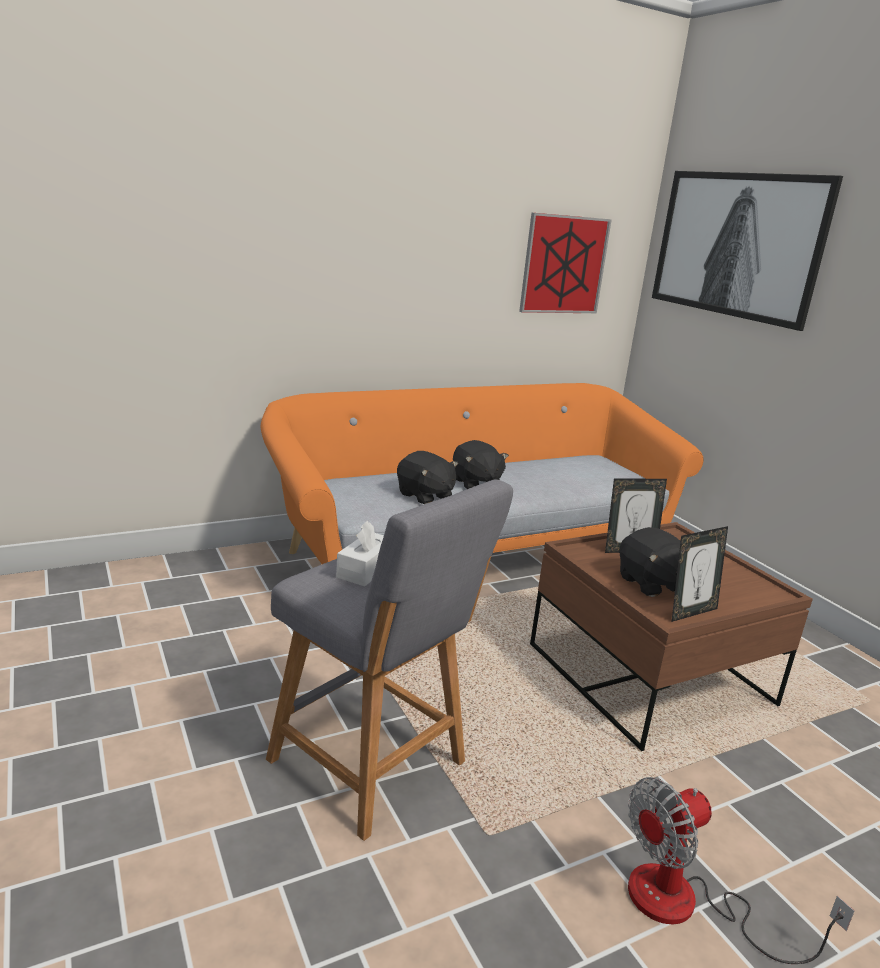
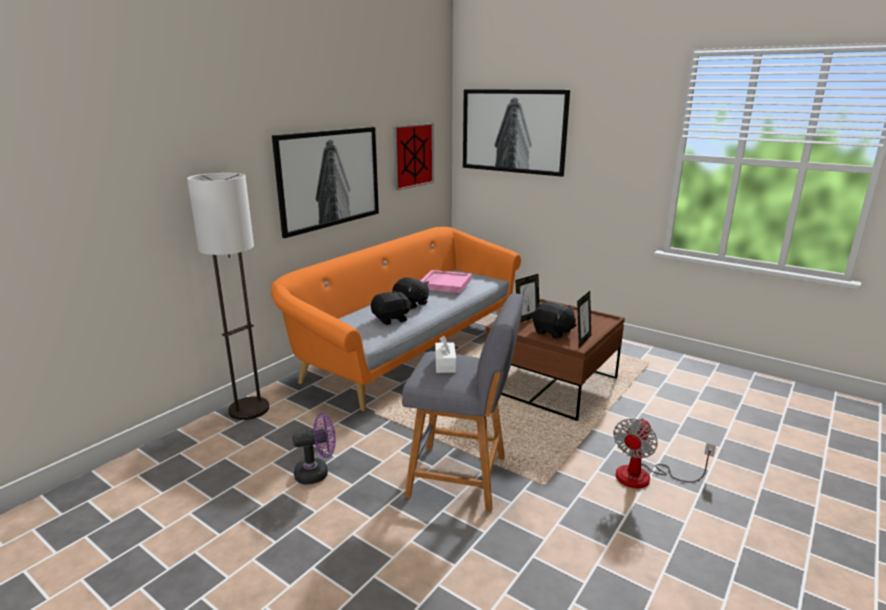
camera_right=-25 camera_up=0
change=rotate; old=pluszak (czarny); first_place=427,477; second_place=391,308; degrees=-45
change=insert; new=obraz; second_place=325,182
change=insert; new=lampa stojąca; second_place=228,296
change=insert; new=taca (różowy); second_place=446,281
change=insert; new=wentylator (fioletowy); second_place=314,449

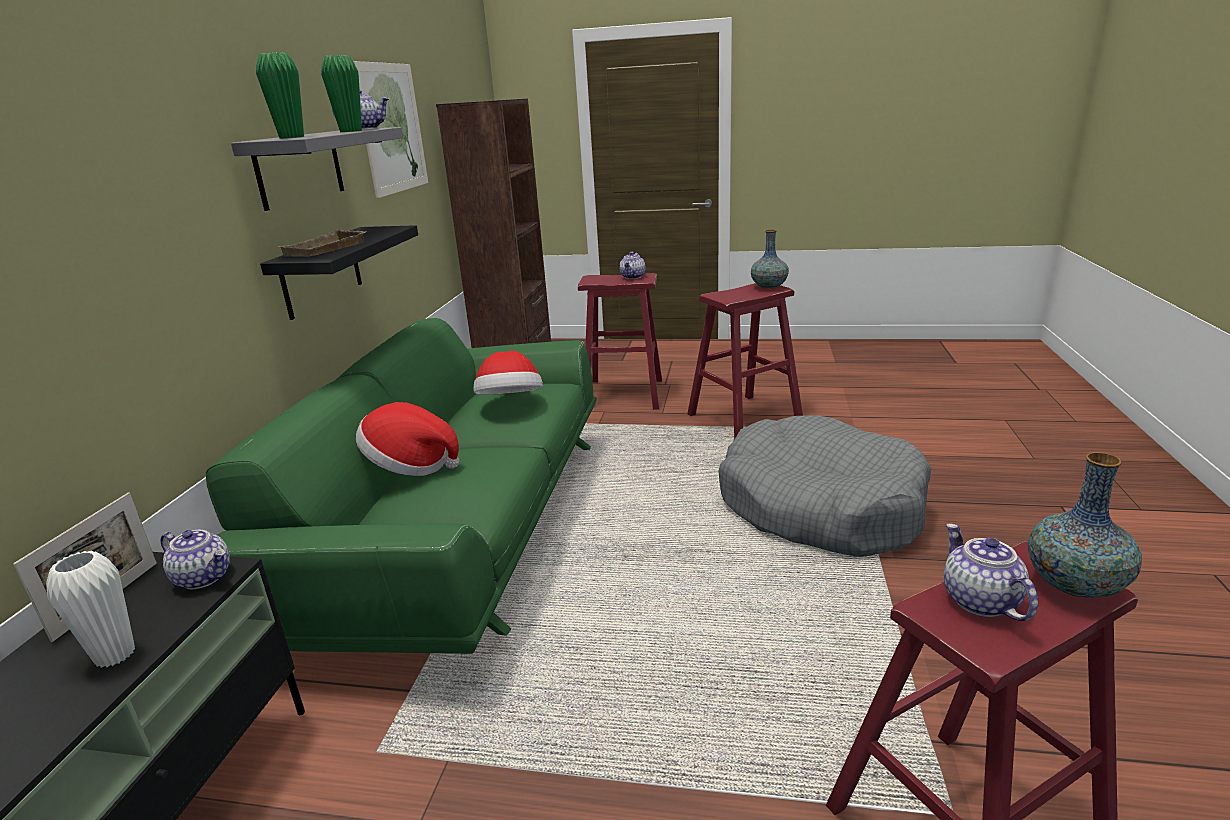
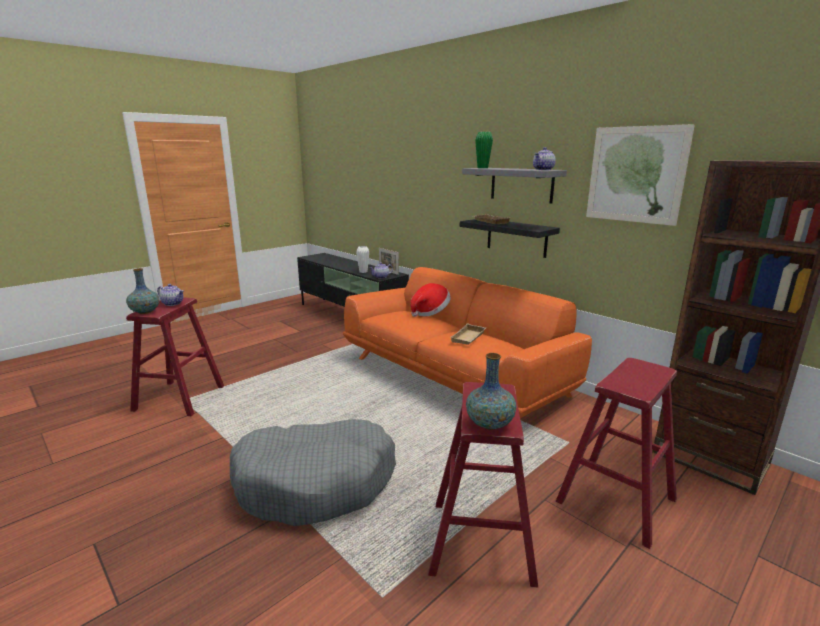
camera_right=125 camera_up=-5
change=delete; old=wazon (zielony); first_place=341,93
change=delete; old=imbryk; first_place=632,265
change=recolor; old=kanapa (zielony); new=kanapa (pomarańczowy); first_place=401,486; second_place=467,342
change=replace; old=kapelusz; new=taca (beżowy); first_place=508,373; second_place=468,334

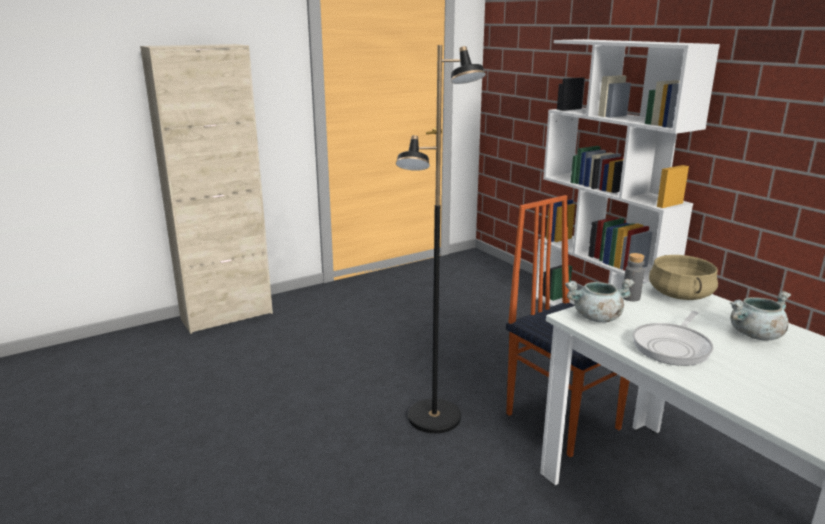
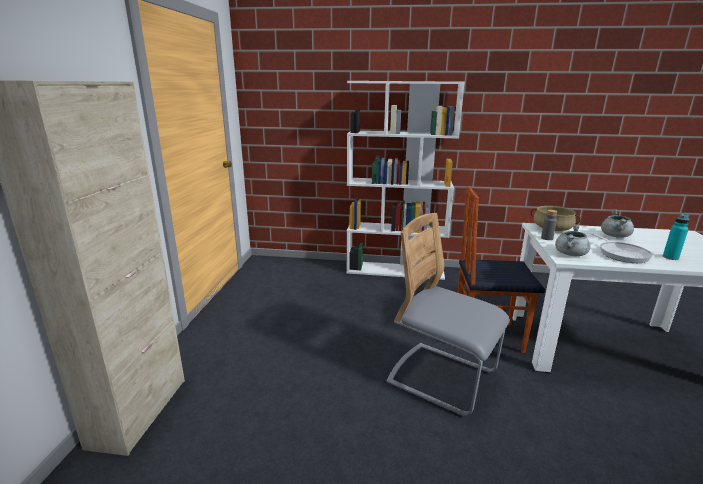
camera_right=-50 camera_up=0
change=replace; old=lampa stojąca (czarny); new=krzesło (szary); first_place=441,239; second_place=448,314
change=insert; new=butelka (turkusowy); second_place=676,237

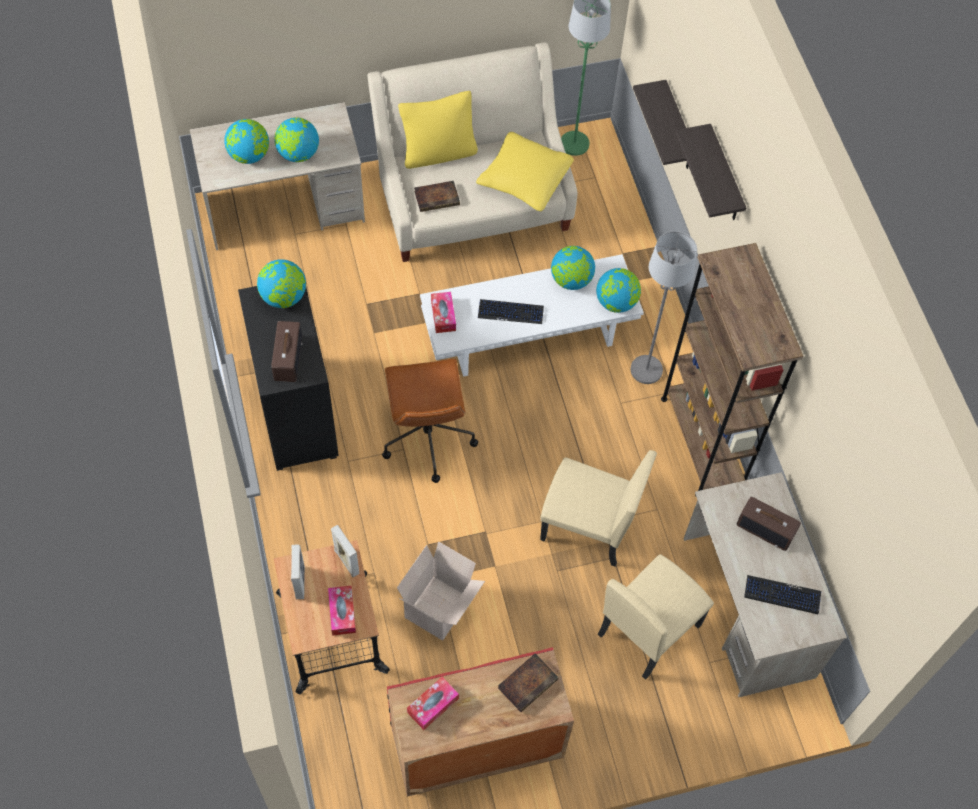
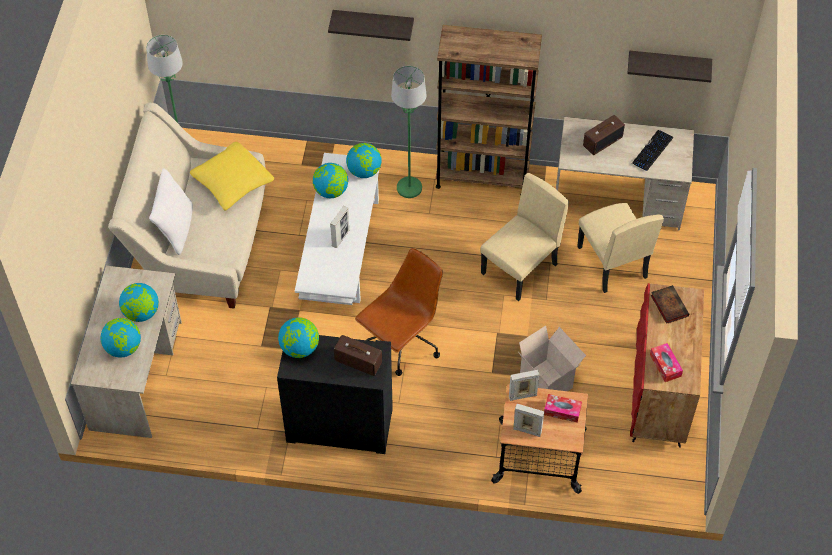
camera_right=-65 camera_up=-5
change=move; old=półka; first_place=661,124; second_place=669,66
change=recolor; old=poduszka (żółty); new=poduszka (biały); first_place=438,130; second_place=171,211
change=delete; old=książka; first_place=437,196
change=recolor; old=lampa stojąca (szary); new=lampa stojąca (zielony); first_place=664,307; second_place=408,132
change=delete; old=pudełko chusteczek; first_place=443,312
change=replace; old=klawiatura; new=ramka na zdjęcie; first_place=511,311; second_place=339,227
change=rotate; old=krzesło biurowe (brązowy); first_place=430,421; second_place=399,312; degrees=-60

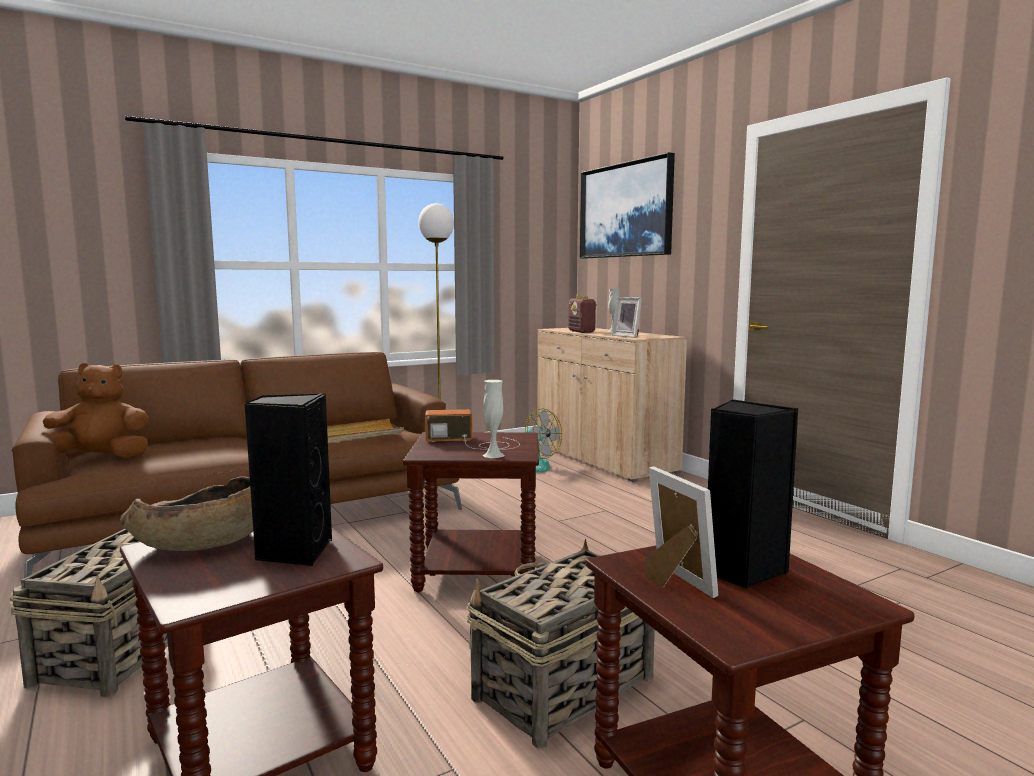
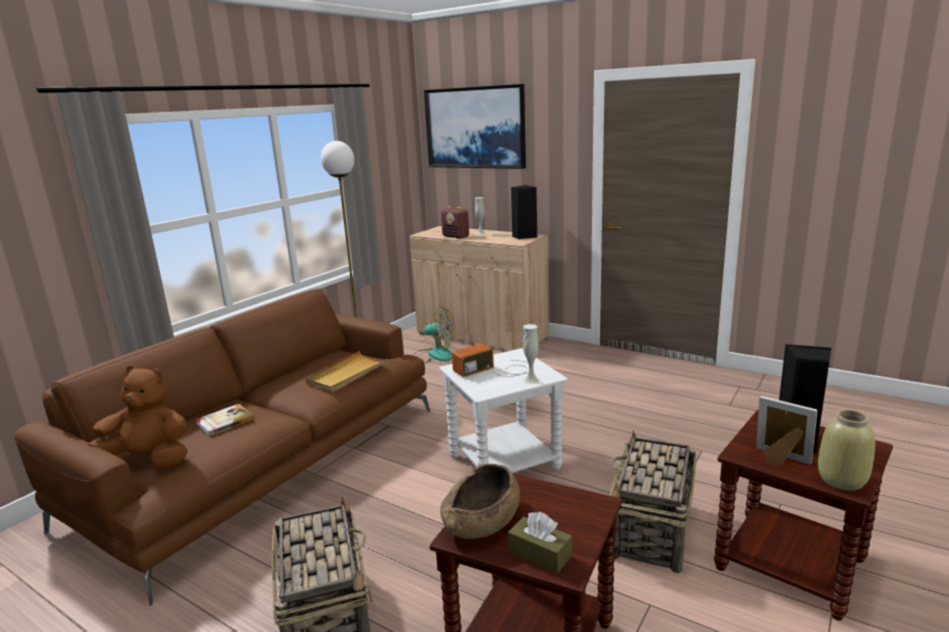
camera_right=-25 camera_up=10
change=delete; old=ramka na zdjęcie; first_place=627,317
change=rotate; old=pluszak (brązowy); first_place=94,410; second_place=138,416; degrees=45
change=move; old=głośnik (czarny); first_place=288,480; second_place=524,212
change=recolor; old=stolik (brązowy); new=stolik (biały); first_place=471,512; second_place=503,410
change=insert; new=książka; second_place=225,420
change=insert; new=wazon (beżowy); second_place=846,450
change=insert; new=pudełko chusteczek (brązowy); second_place=540,543

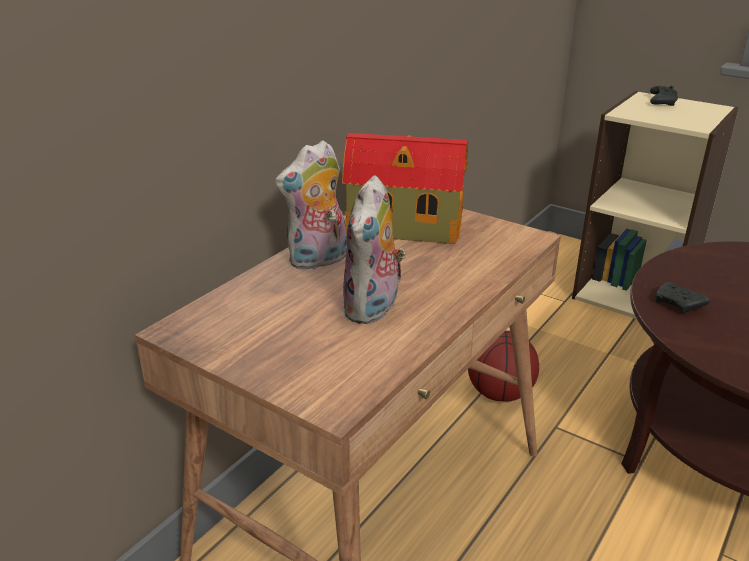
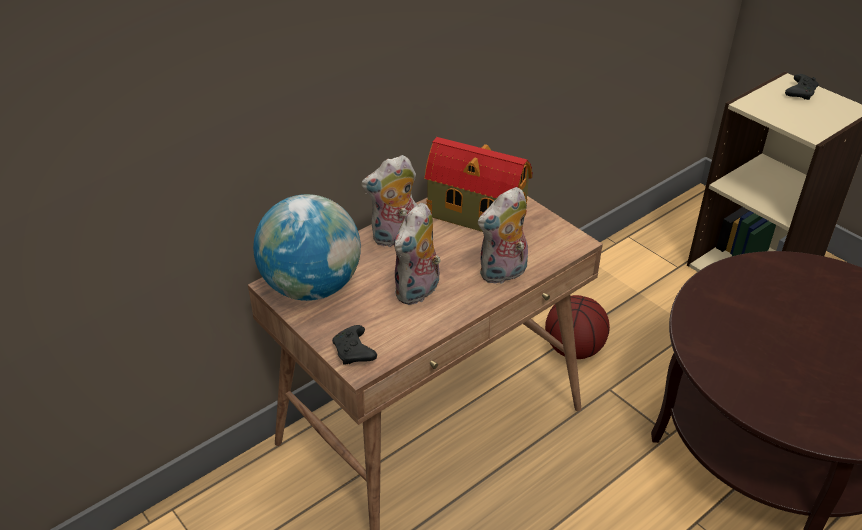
camera_right=15 camera_up=10
change=move; old=pad do gier (czarny); first_place=683,297; second_place=354,345
change=insert; new=pluszak; second_place=503,235
change=insert; new=globus; second_place=307,247

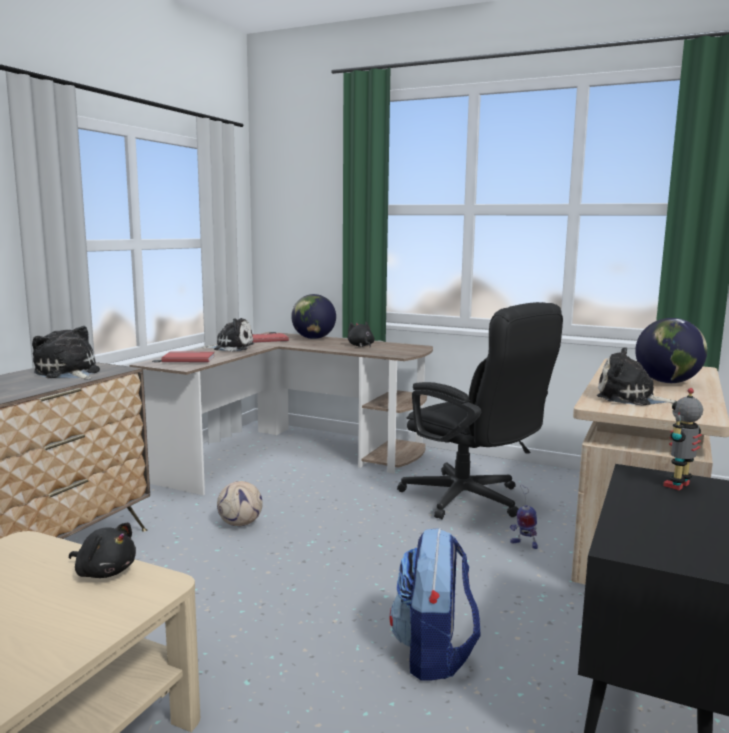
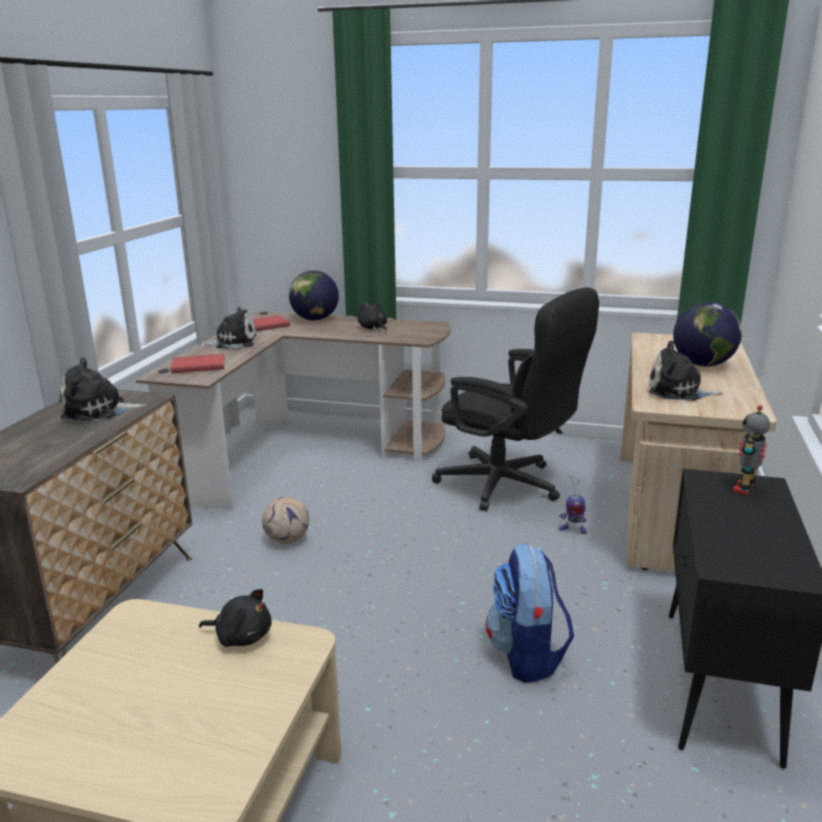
camera_right=-10 camera_up=10
change=rotate; old=pluszak; first_place=66,353; second_place=103,389; degrees=-45

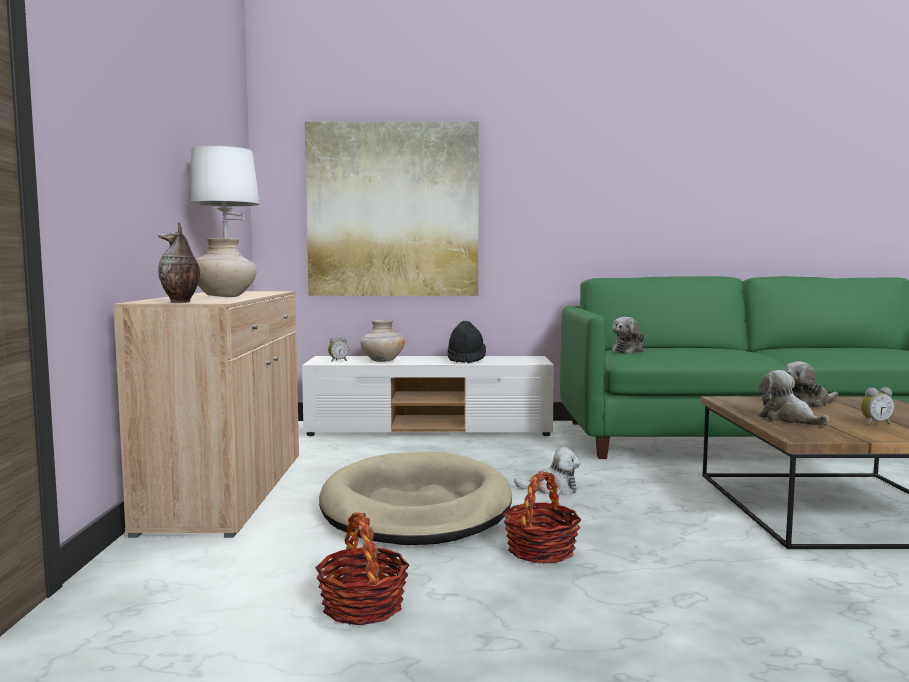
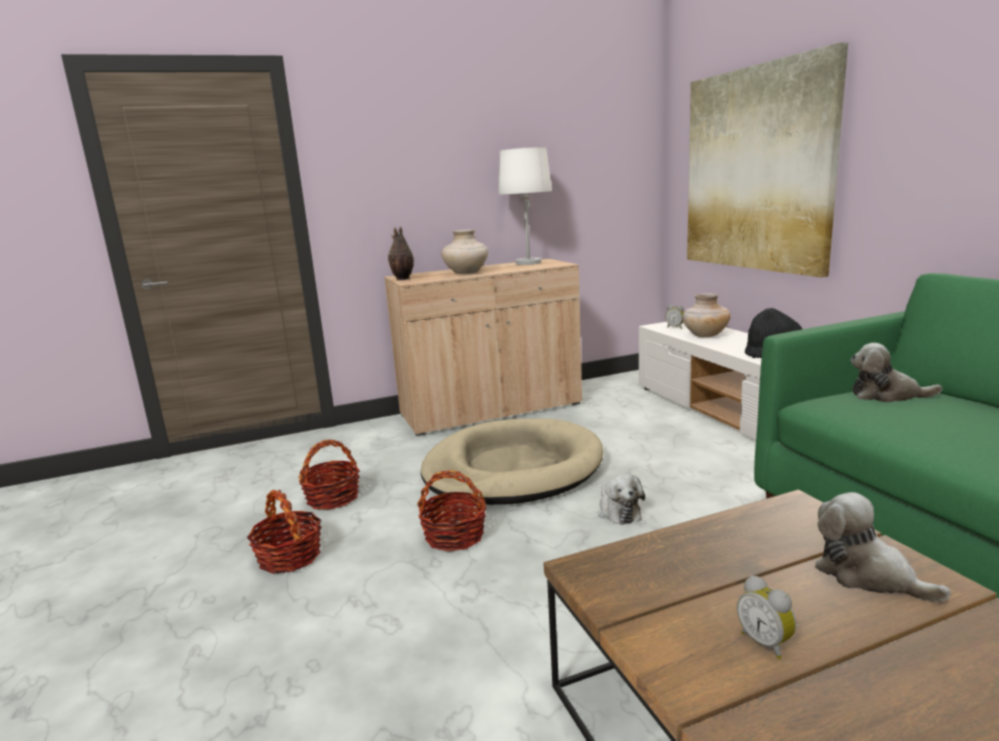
camera_right=70 camera_up=10
change=delete; old=pluszak; first_place=793,398
change=insert; new=koszyk; second_place=284,532

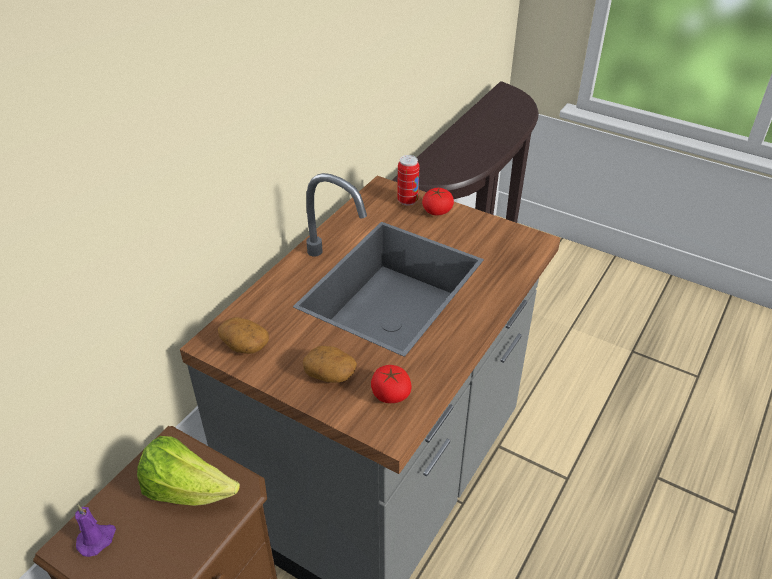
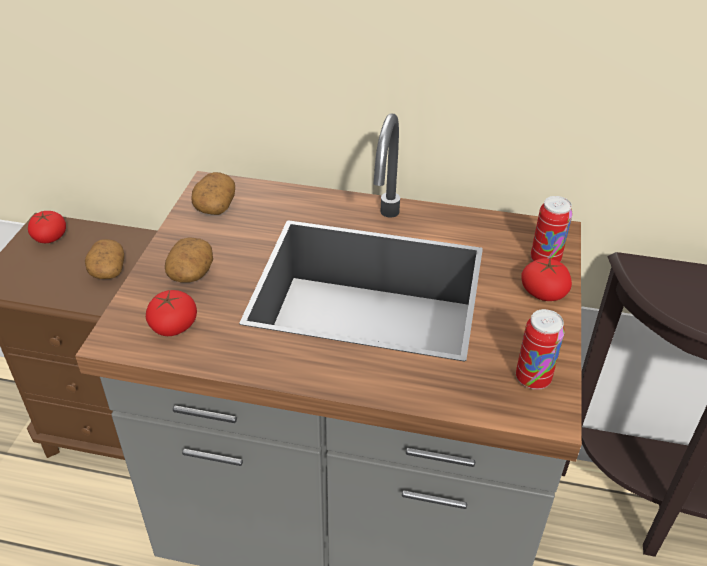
camera_right=70 camera_up=0
change=replace; old=sałata; new=ziemniak; first_place=188,471; second_place=104,259
change=replace; old=świeca (fioletowy); new=pomidor; first_place=95,530; second_place=47,227
change=insert; new=puszka; second_place=540,349

